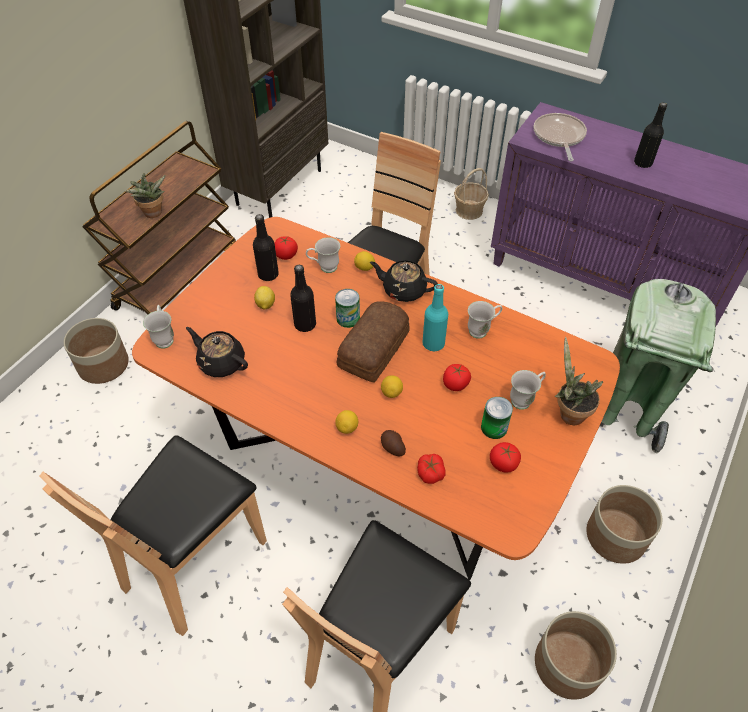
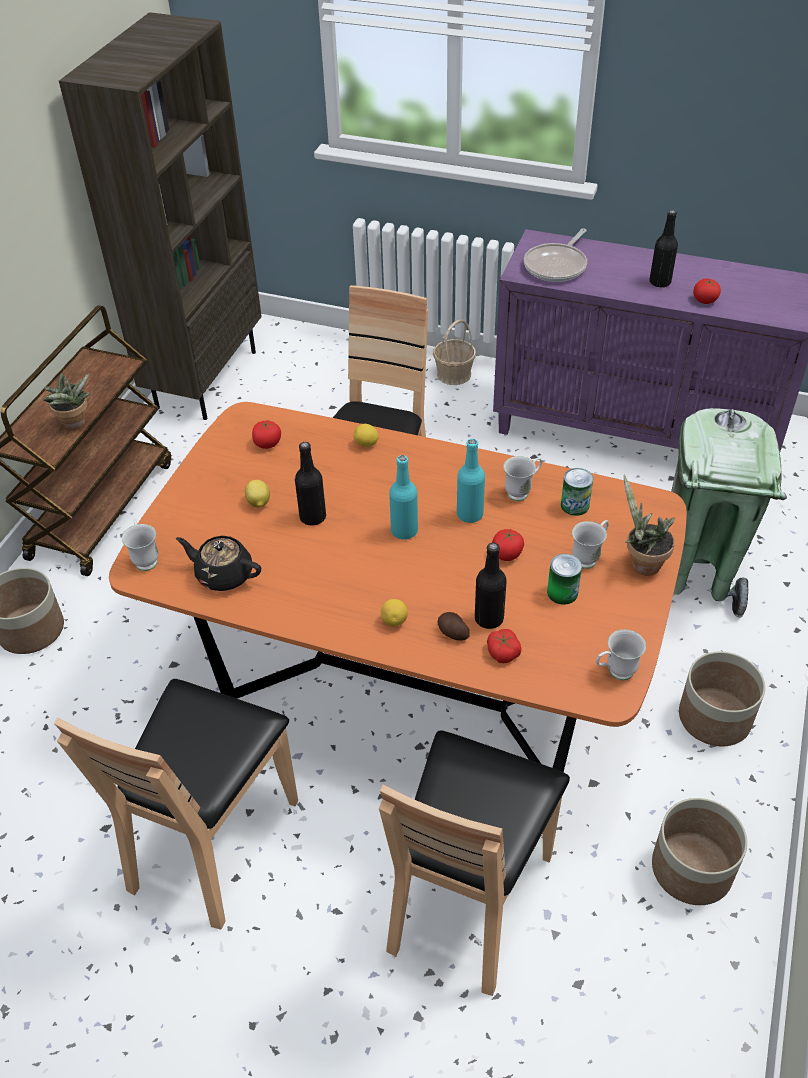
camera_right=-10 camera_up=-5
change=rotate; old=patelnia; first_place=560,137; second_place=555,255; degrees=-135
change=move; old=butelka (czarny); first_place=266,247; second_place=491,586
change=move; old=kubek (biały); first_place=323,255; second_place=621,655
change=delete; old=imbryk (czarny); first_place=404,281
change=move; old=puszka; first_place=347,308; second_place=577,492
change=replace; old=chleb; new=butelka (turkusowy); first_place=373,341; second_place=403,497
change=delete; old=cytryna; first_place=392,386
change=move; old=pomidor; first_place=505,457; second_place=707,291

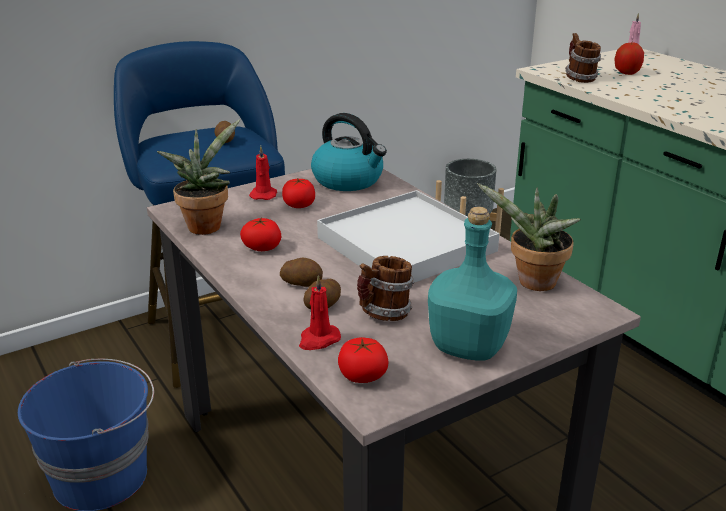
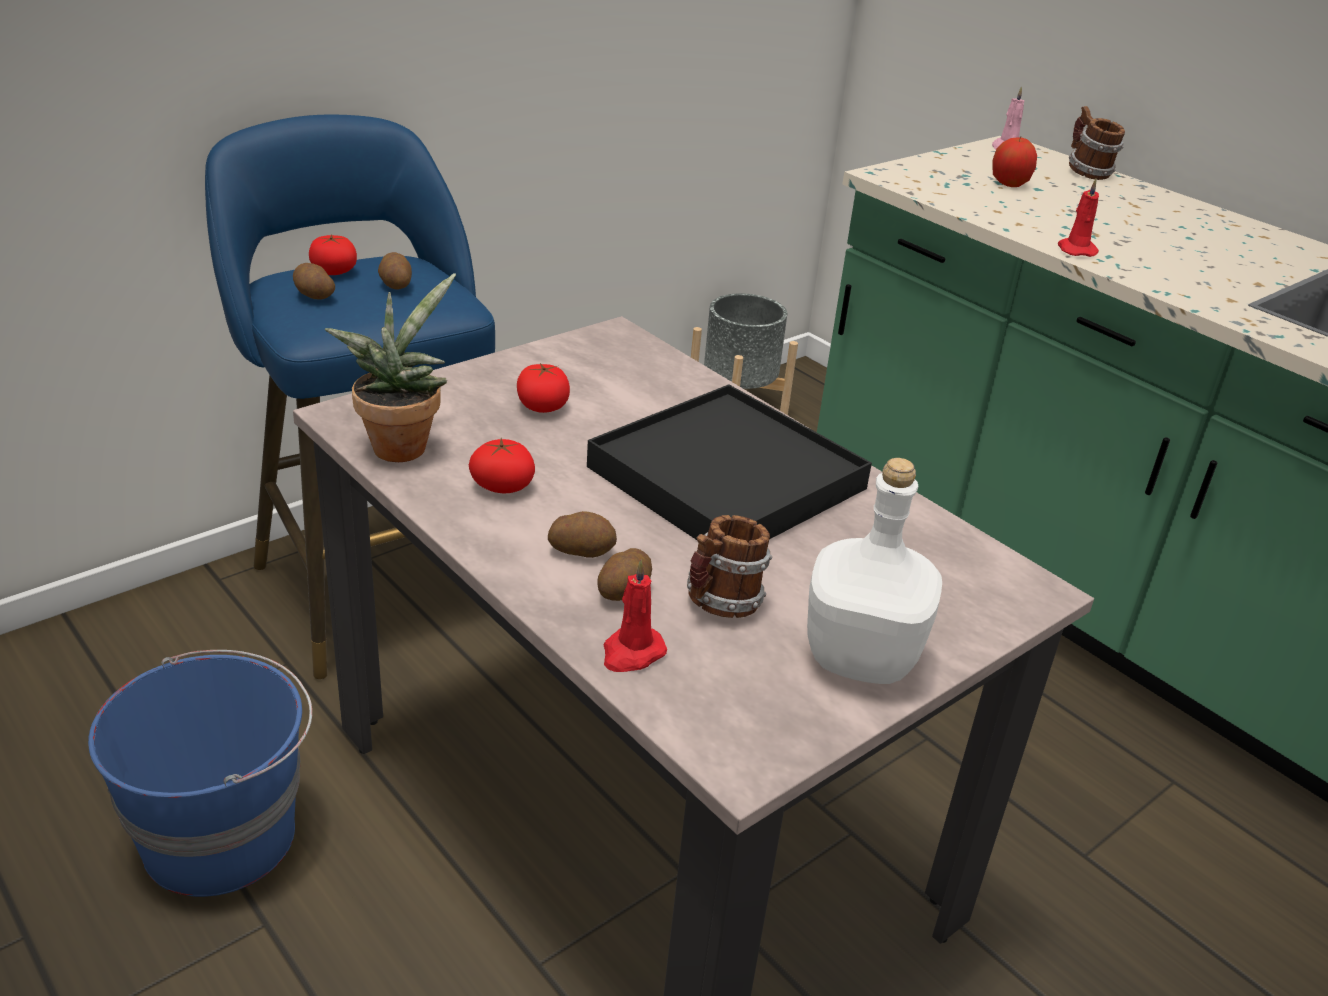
camera_right=-10 camera_up=5
change=move; old=kubek; first_place=583,58; second_place=1097,143
change=delete; old=czajnik; first_place=349,152
change=move; old=świeca (czerwony); first_place=263,173; second_place=1078,217
change=delete; old=roślina doniczkowa; first_place=529,237
change=recolor; old=taca (biały); new=taca (czarny); first_place=408,236; second_place=729,462
change=recolor; old=butelka (turkusowy); new=butelka (biały); first_place=472,284; second_place=874,571
change=move; old=pomidor; first_place=363,360; second_place=333,255
change=insert; new=ziemniak; second_place=314,281

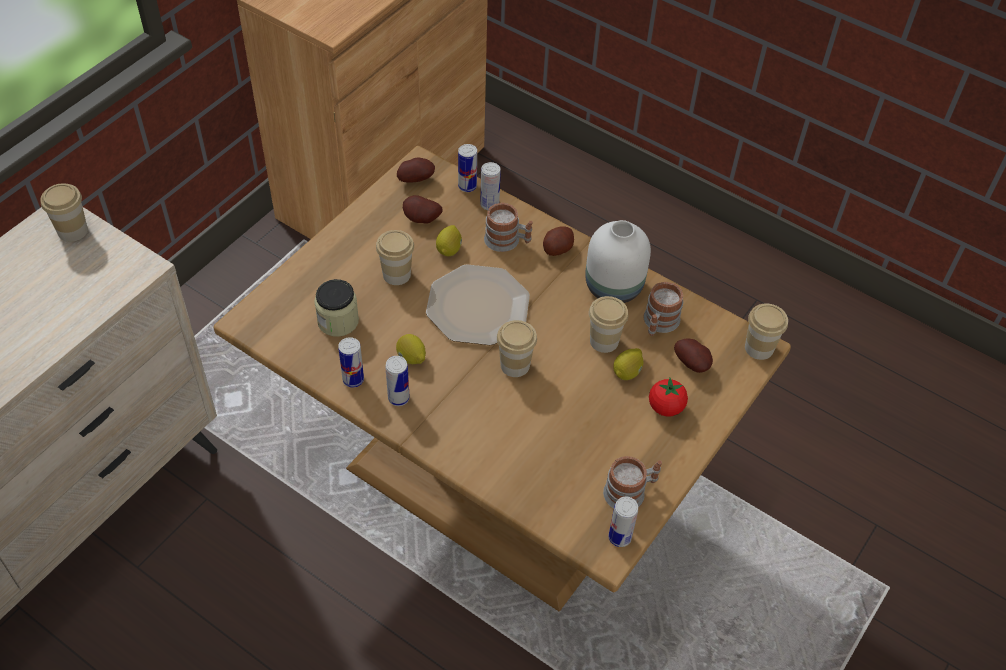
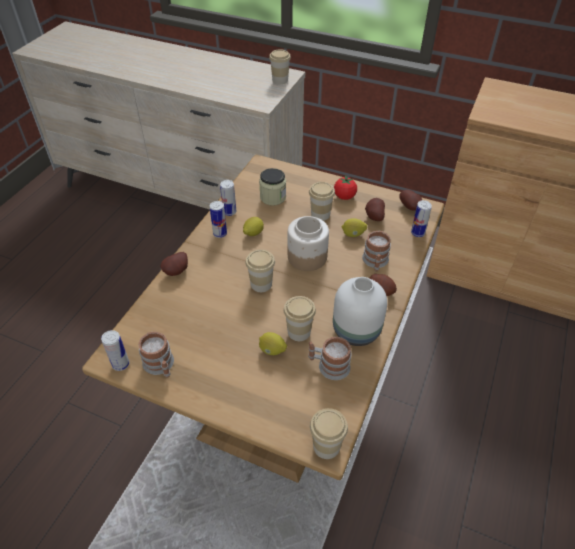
camera_right=80 camera_up=-5
change=delete; old=puszka; first_place=490,186
change=replace; old=talerz; new=słoik; first_place=478,304; second_place=308,243
change=move; old=ziemniak; first_place=693,355; second_place=174,264
change=move; old=pomidor; first_place=668,397; second_place=345,188

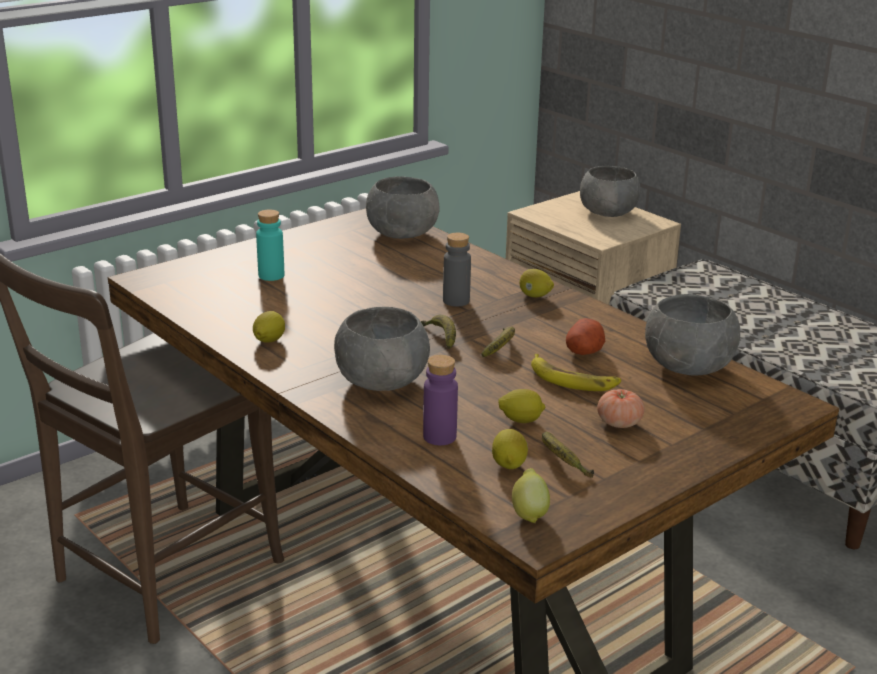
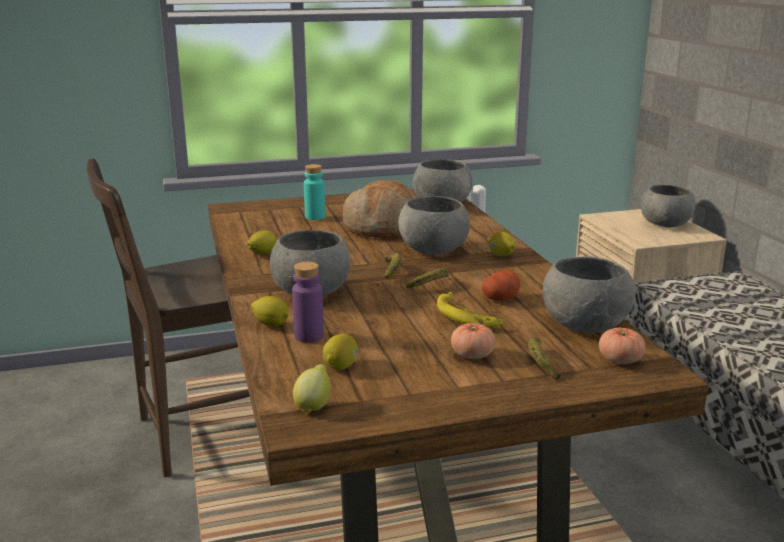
camera_right=25 camera_up=-5
change=replace; old=butelka (szary); new=miska (szary); first_place=457,269; second_place=434,225
change=move; old=cytryna; first_place=522,406; second_place=270,311
change=move; old=banan; first_place=568,455; second_place=544,359
change=insert; new=chleb; second_place=379,209
change=insert; new=pomidor; second_place=622,346

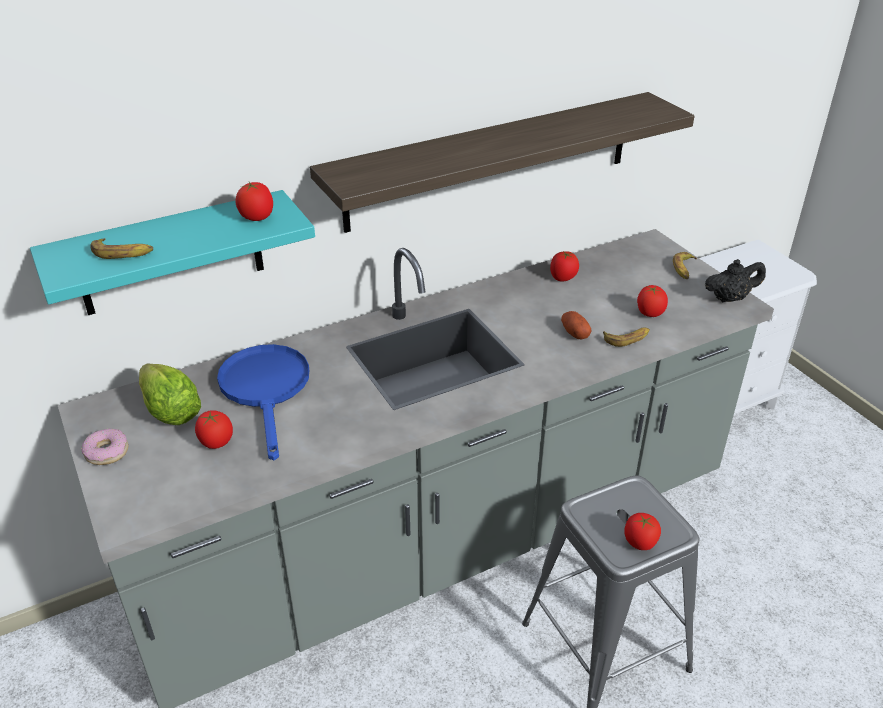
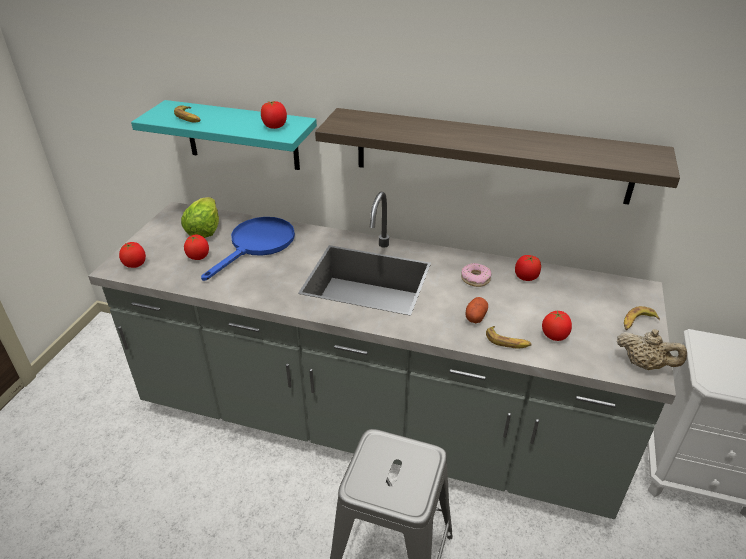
camera_right=45 camera_up=0
change=recolor; old=imbryk (czarny); new=imbryk (beżowy); first_place=735,280; second_place=652,349
change=move; old=donut; first_place=105,447; second_place=476,275
change=move; old=pomidor; first_place=642,531; second_place=132,255

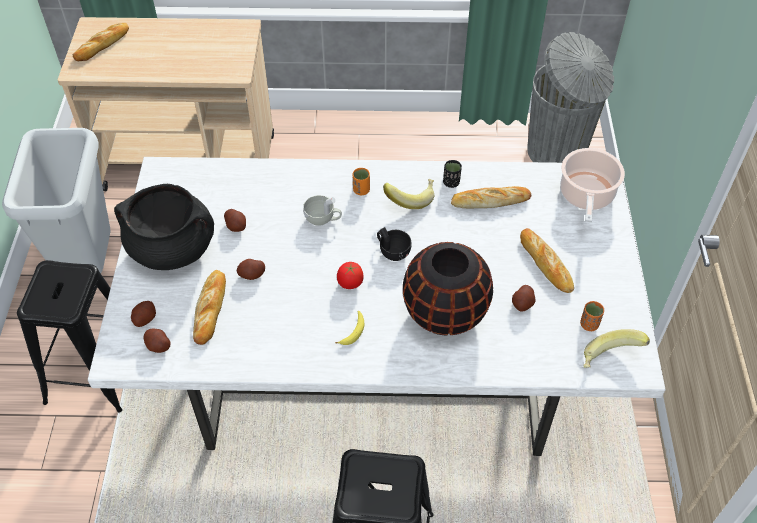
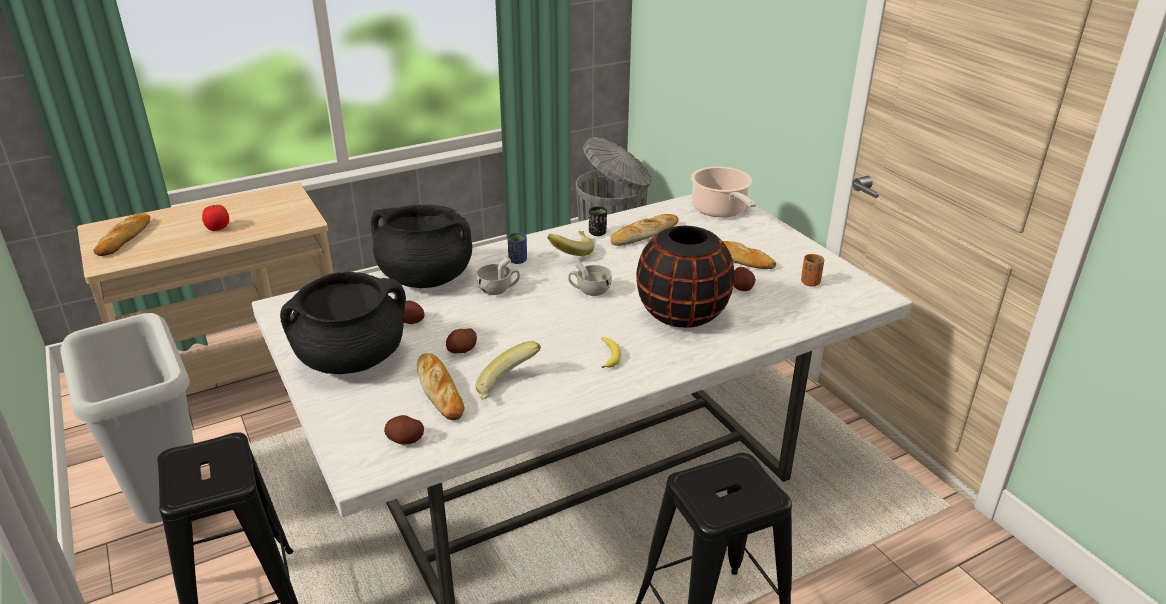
camera_right=-30 camera_up=-20
change=recolor; old=filiżanka (pomarańczowy); new=filiżanka (niebieski); first_place=361,181; second_place=517,248
change=recolor; old=filiżanka (czarny); new=filiżanka (biały); first_place=394,244; second_place=590,278
change=move; old=pomidor; first_place=350,275; second_place=215,218
change=delete; old=ziemniak; first_place=143,314
change=move; old=banan; first_place=616,348; second_place=508,370
change=insert; new=garnek (czarny); second_place=421,246

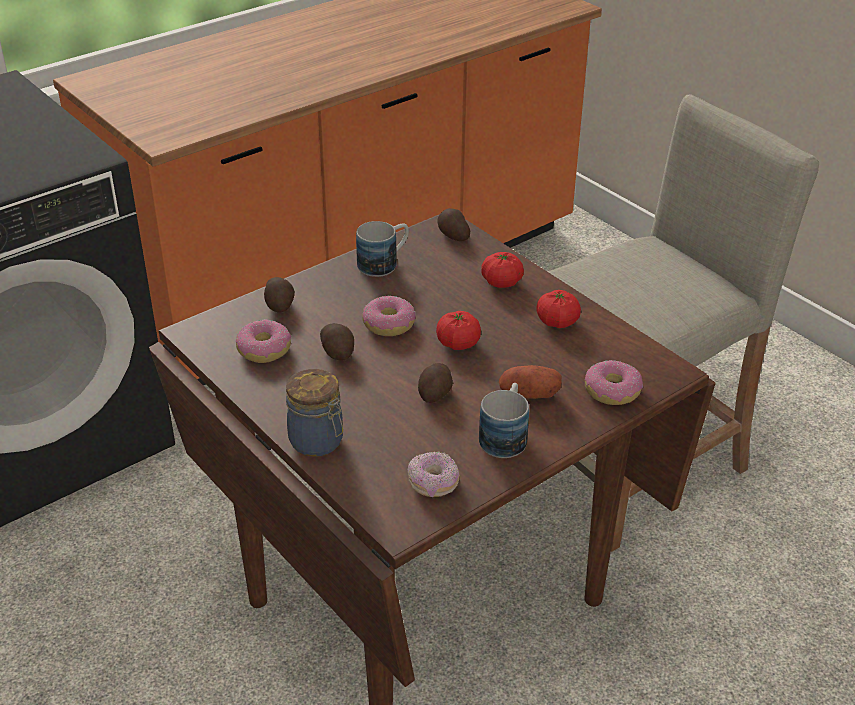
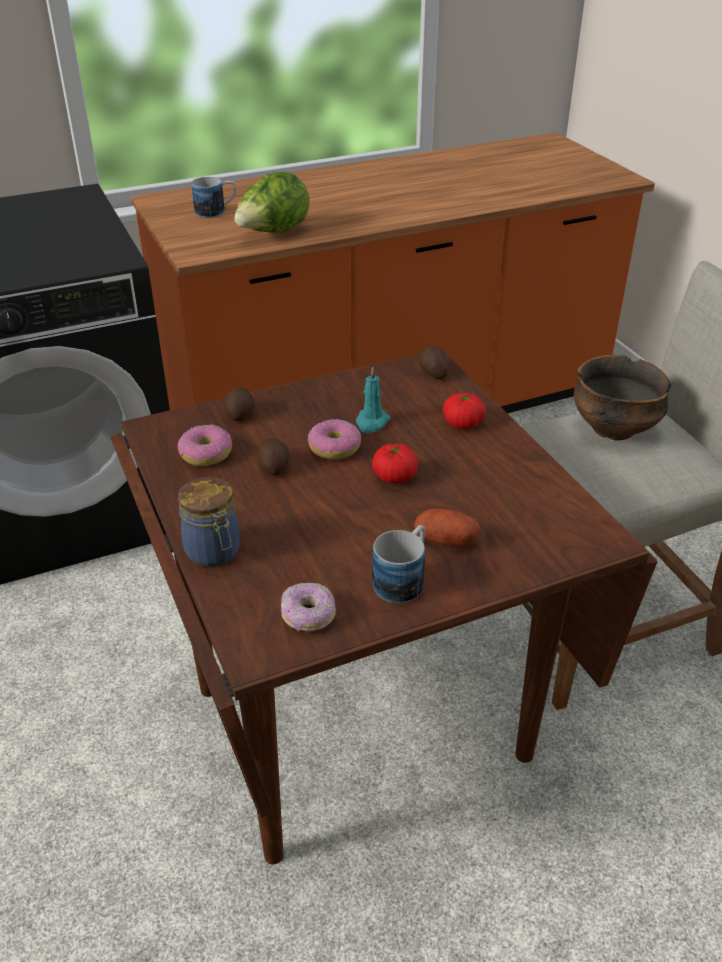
camera_right=15 camera_up=0
change=move; old=kubek; first_place=382,249; second_place=214,197
change=delete; old=pomidor; first_place=558,309
change=delete; old=donut; first_place=614,382
change=delete; old=ziemniak; first_place=435,383
change=insert; new=sałata; second_place=272,202
change=insert; new=miska; second_place=622,397
change=insert; new=świeca (turkusowy); second_place=373,400

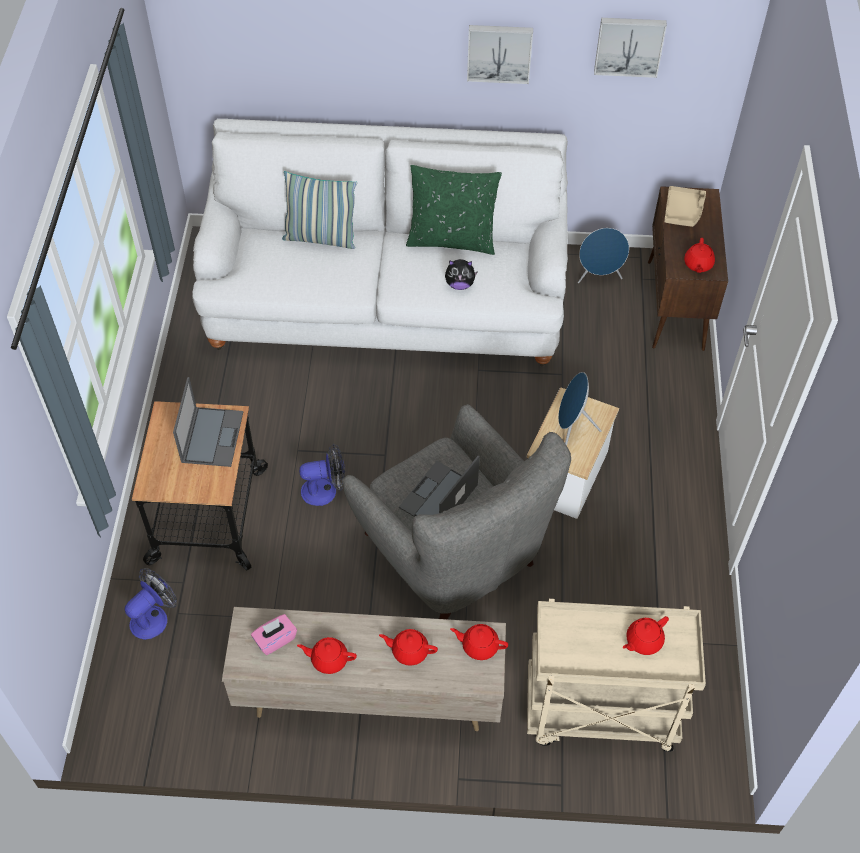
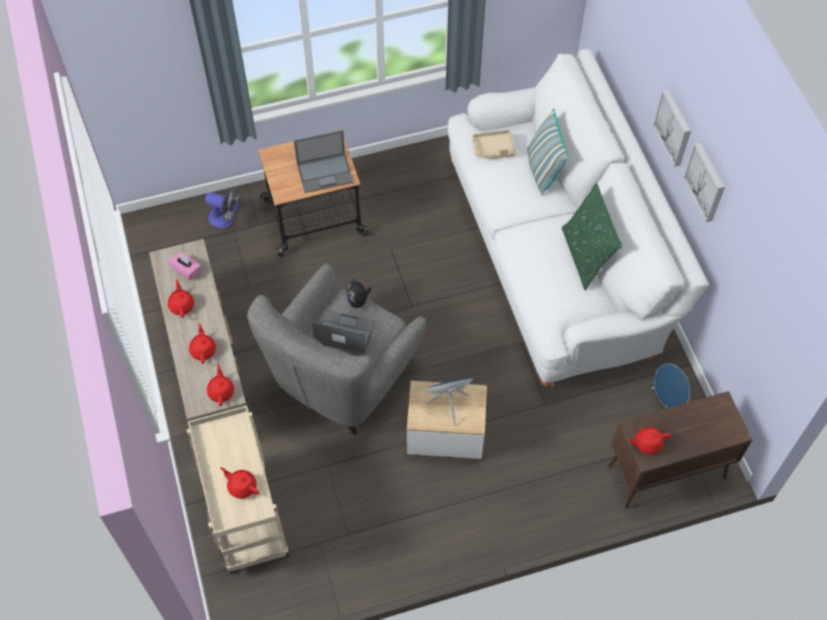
camera_right=70 camera_up=5
change=move; old=obraz; first_place=630,48; second_place=672,128
change=move; old=taca (beżowy); first_place=685,206; second_place=494,144
change=move; old=pluszak; first_place=461,274; second_place=358,293
change=delete; old=wentylator; first_place=322,474

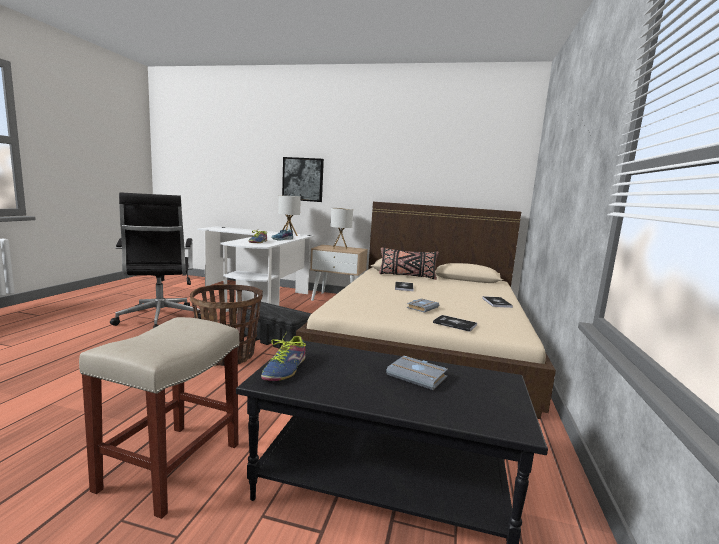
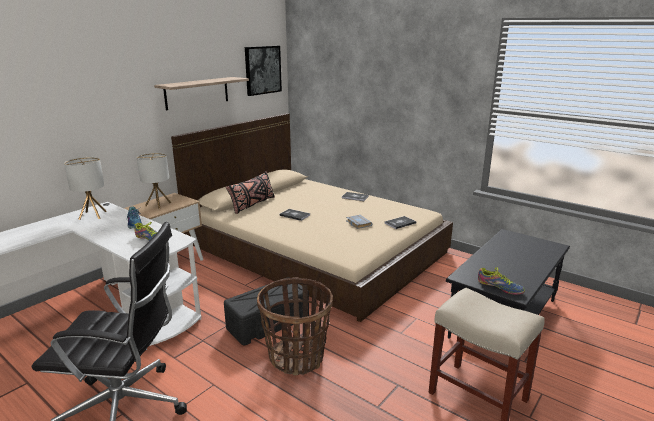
camera_right=-65 camera_up=10
change=move; old=obraz; first_place=303,179; second_place=263,71
change=delete; old=książka (szary); first_place=417,373
change=insert; new=półka; second_place=201,93

